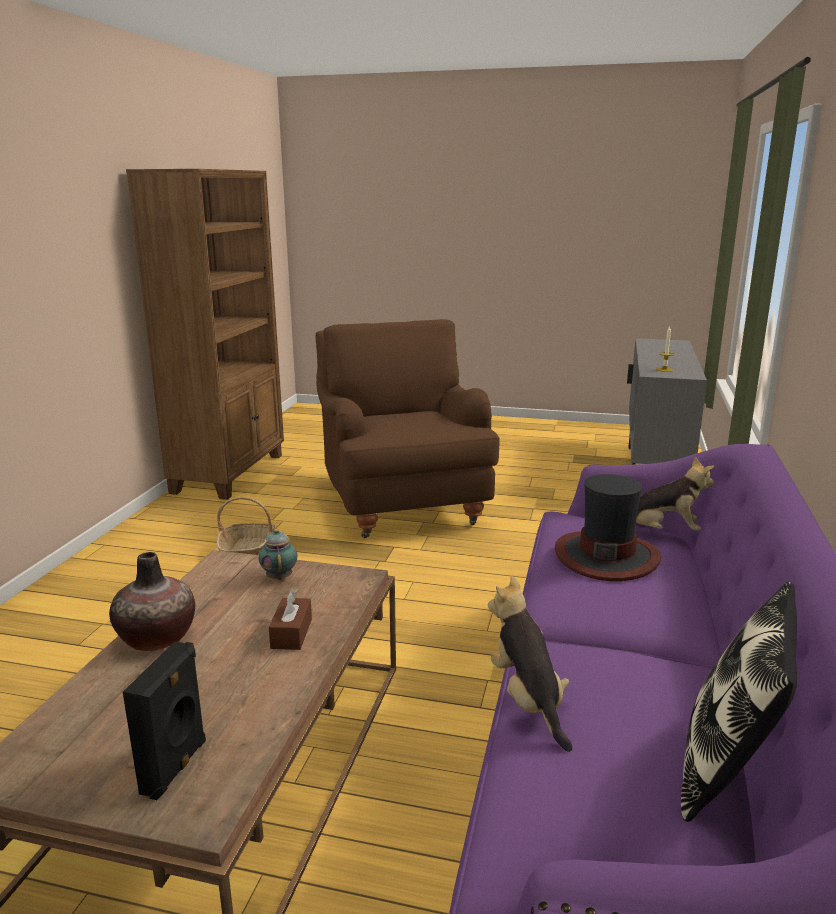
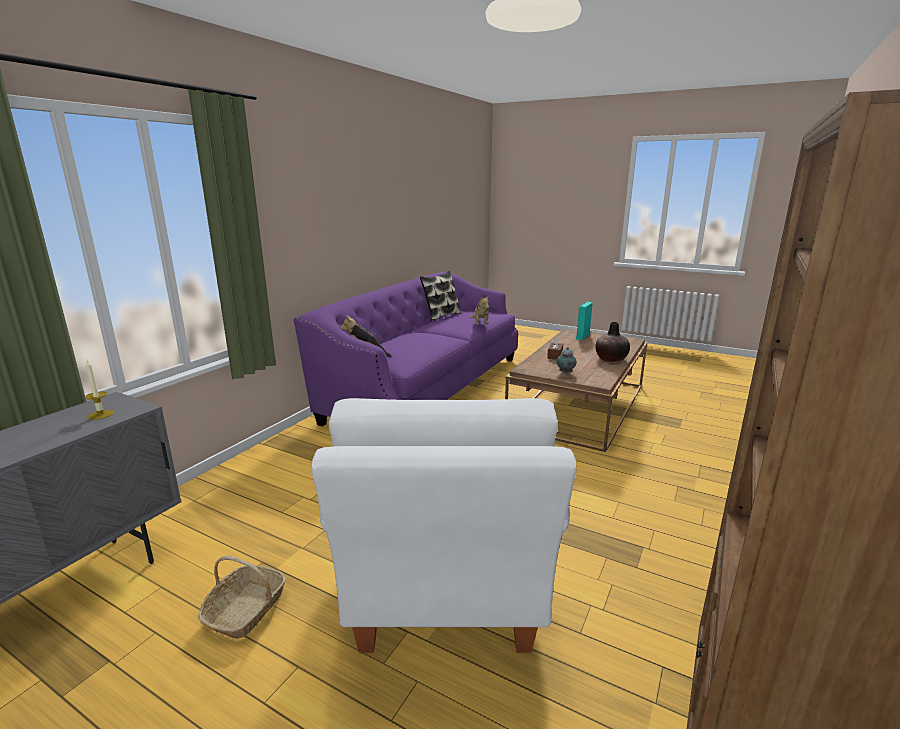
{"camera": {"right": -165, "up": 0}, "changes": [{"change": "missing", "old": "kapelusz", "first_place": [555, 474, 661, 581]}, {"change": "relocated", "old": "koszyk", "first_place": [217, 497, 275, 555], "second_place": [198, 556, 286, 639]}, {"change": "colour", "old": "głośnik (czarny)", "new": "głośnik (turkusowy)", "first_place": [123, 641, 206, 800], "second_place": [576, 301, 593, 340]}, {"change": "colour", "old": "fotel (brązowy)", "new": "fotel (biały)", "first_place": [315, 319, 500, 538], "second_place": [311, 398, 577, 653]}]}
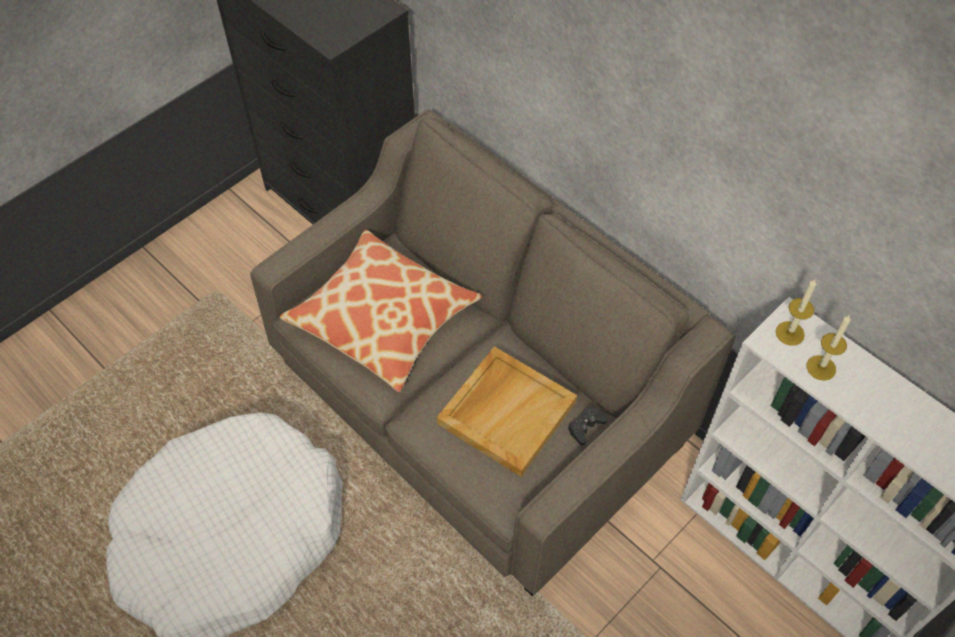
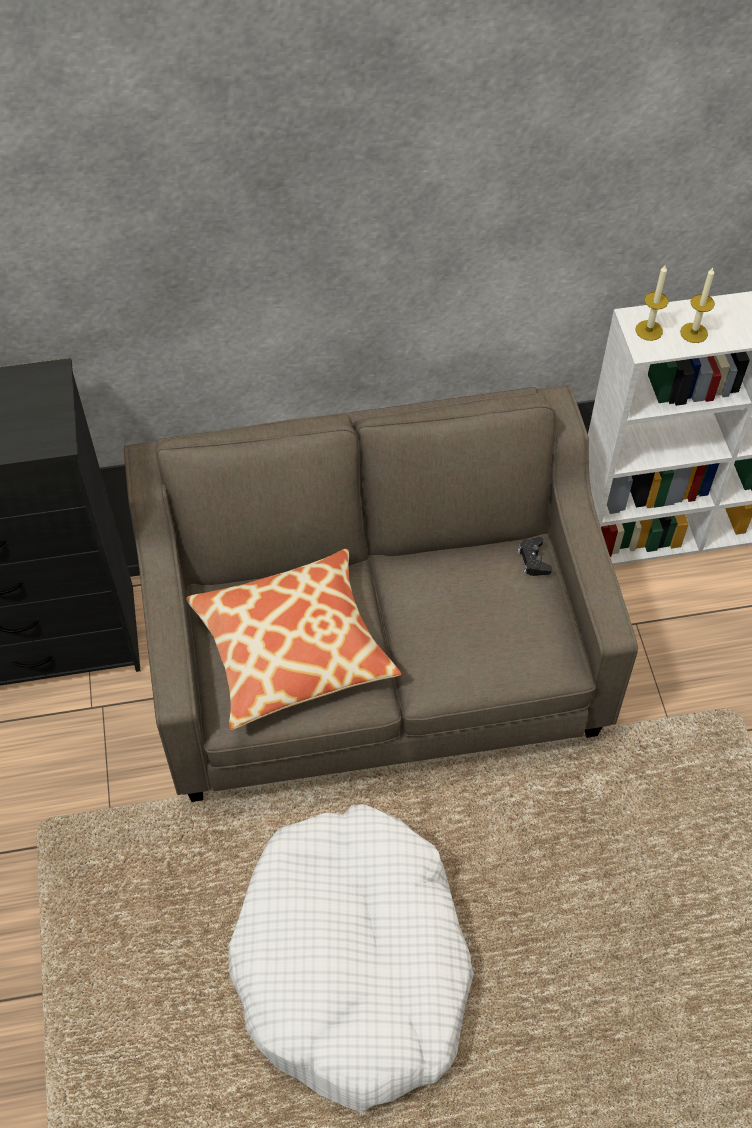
{"camera": {"right": -55, "up": 0}, "changes": [{"change": "missing", "old": "taca (beżowy)", "first_place": [437, 347, 577, 477]}]}
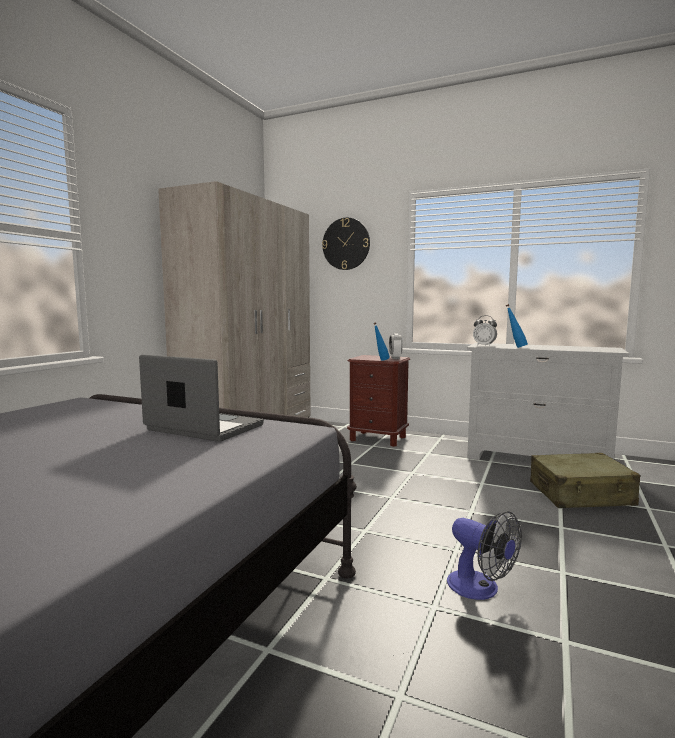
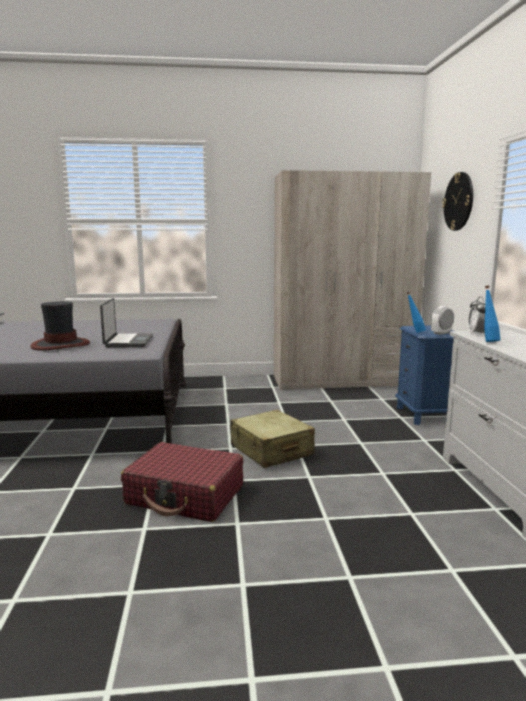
{"camera": {"right": 60, "up": 5}, "changes": [{"change": "appeared", "new": "kapelusz", "second_place": [30, 301, 90, 350]}, {"change": "relocated", "old": "walizka (beżowy)", "first_place": [530, 453, 640, 508], "second_place": [230, 410, 315, 468]}, {"change": "exchanged", "old": "wentylator", "new": "walizka (czerwony)", "first_place": [447, 511, 522, 600], "second_place": [121, 442, 243, 522]}, {"change": "colour", "old": "szafka nocna (brązowy)", "new": "szafka nocna (niebieski)", "first_place": [347, 355, 410, 447], "second_place": [395, 326, 454, 425]}]}
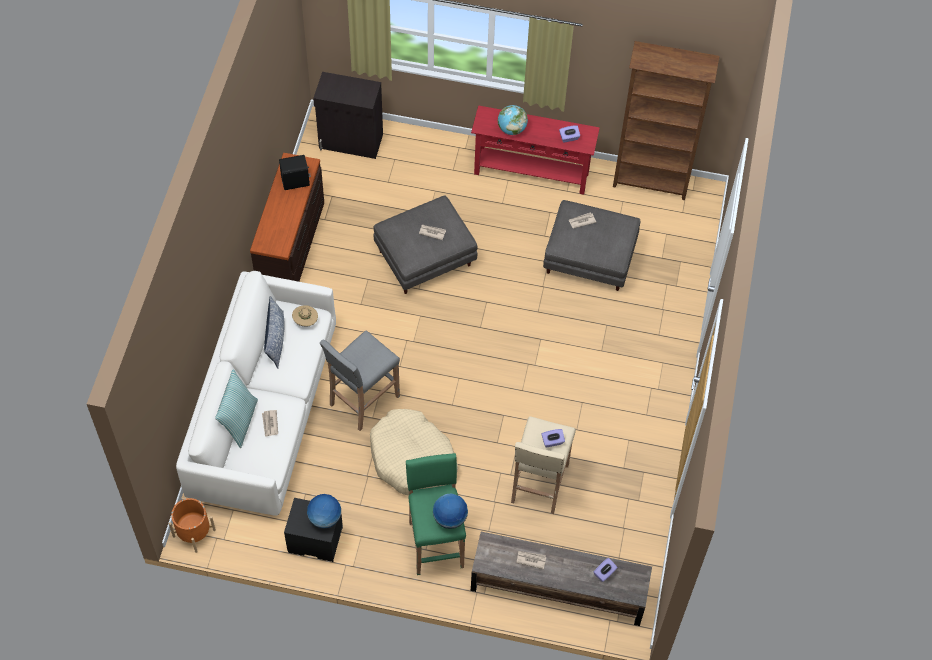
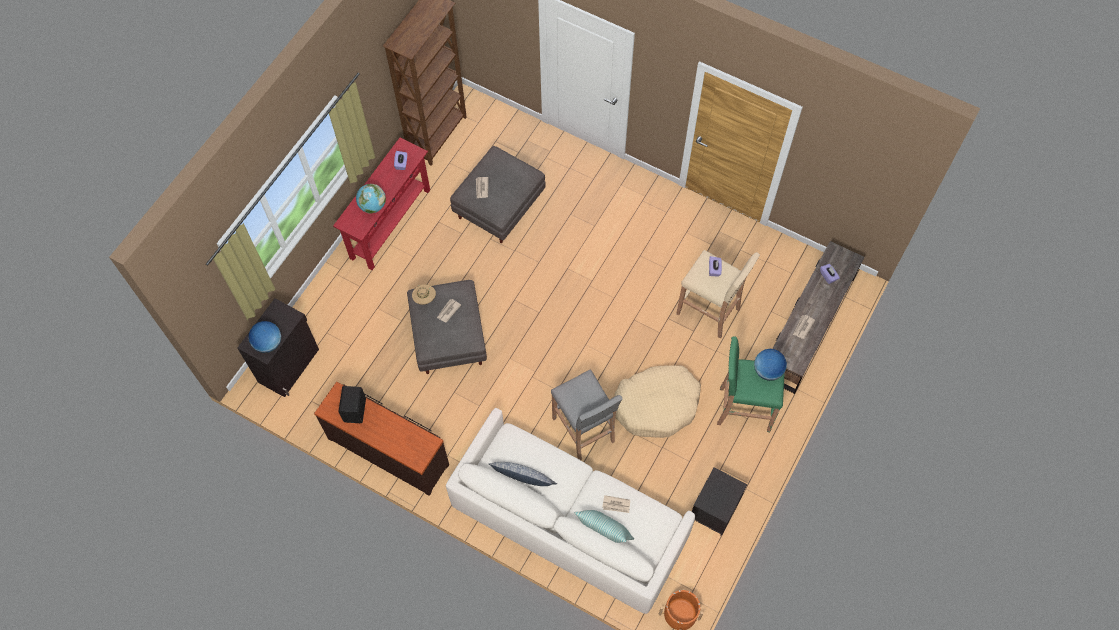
{"camera": {"right": -70, "up": 5}, "changes": [{"change": "relocated", "old": "kapelusz (beżowy)", "first_place": [292, 305, 318, 326], "second_place": [412, 284, 436, 305]}, {"change": "relocated", "old": "globus", "first_place": [307, 494, 341, 529], "second_place": [249, 321, 281, 353]}]}
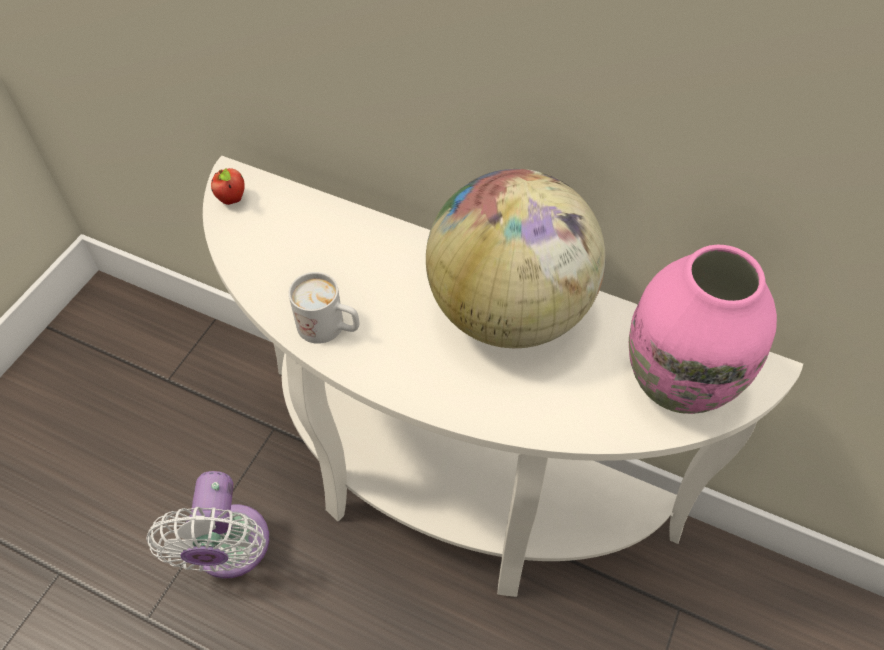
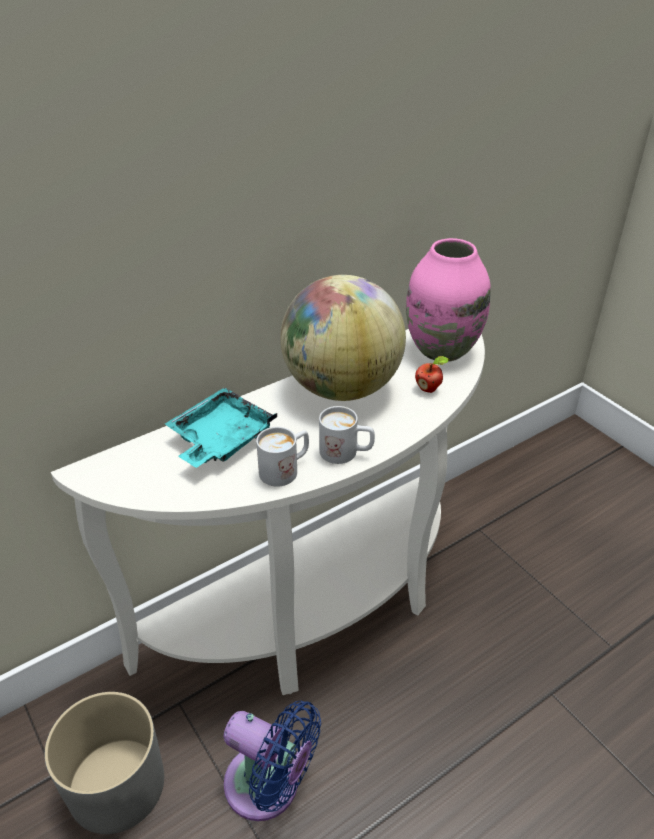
{"camera": {"right": -60, "up": -15}, "changes": [{"change": "appeared", "new": "donica (szary)", "second_place": [45, 692, 164, 834]}, {"change": "appeared", "new": "taca (turkusowy)", "second_place": [165, 387, 277, 468]}, {"change": "appeared", "new": "kubek (biały)", "second_place": [319, 406, 375, 464]}, {"change": "relocated", "old": "jabłko", "first_place": [211, 168, 245, 205], "second_place": [415, 356, 449, 393]}, {"change": "colour", "old": "wentylator (biały)", "new": "wentylator (niebieski)", "first_place": [146, 471, 269, 578], "second_place": [224, 700, 321, 821]}]}
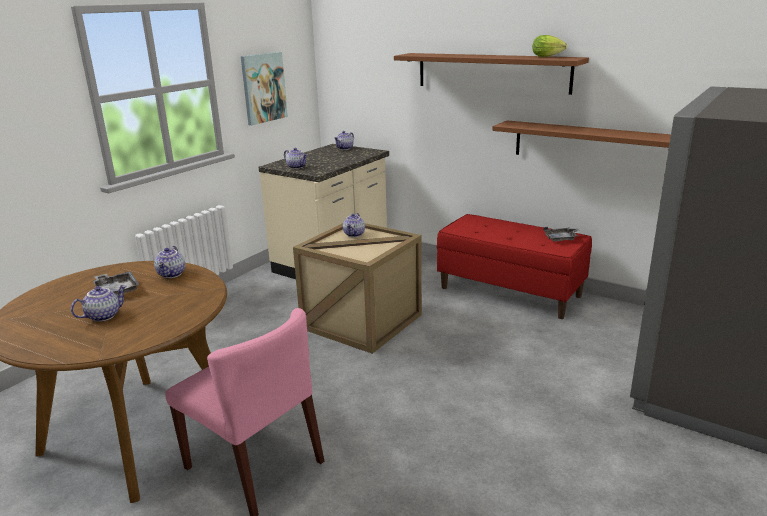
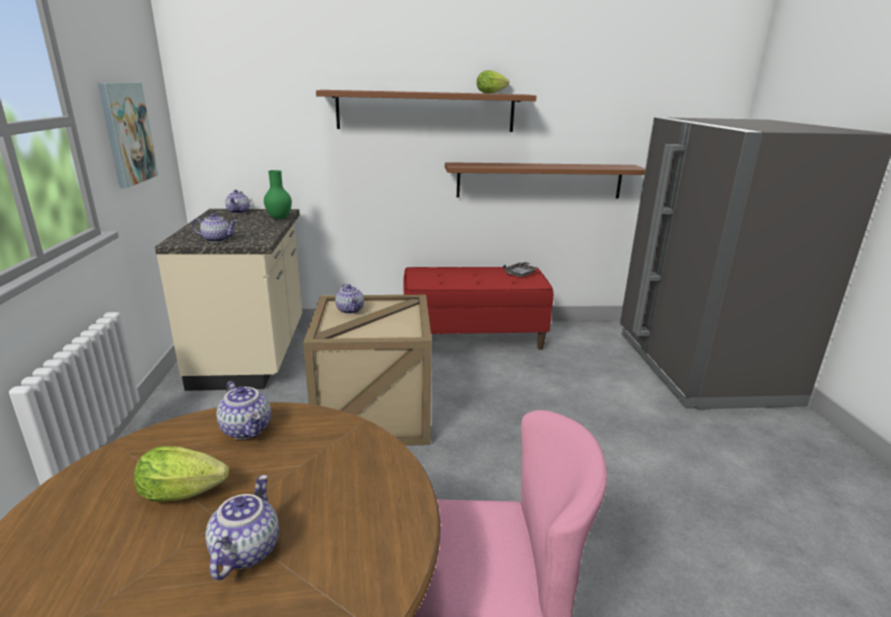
{"camera": {"right": -40, "up": 0}, "changes": [{"change": "appeared", "new": "wazon (zielony)", "second_place": [264, 170, 292, 220]}, {"change": "exchanged", "old": "taca (szary)", "new": "sałata", "first_place": [93, 271, 139, 294], "second_place": [134, 446, 229, 502]}]}
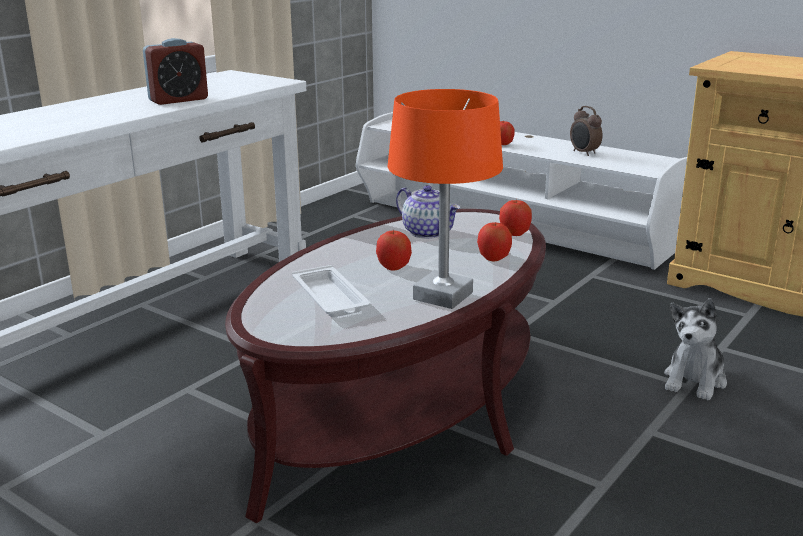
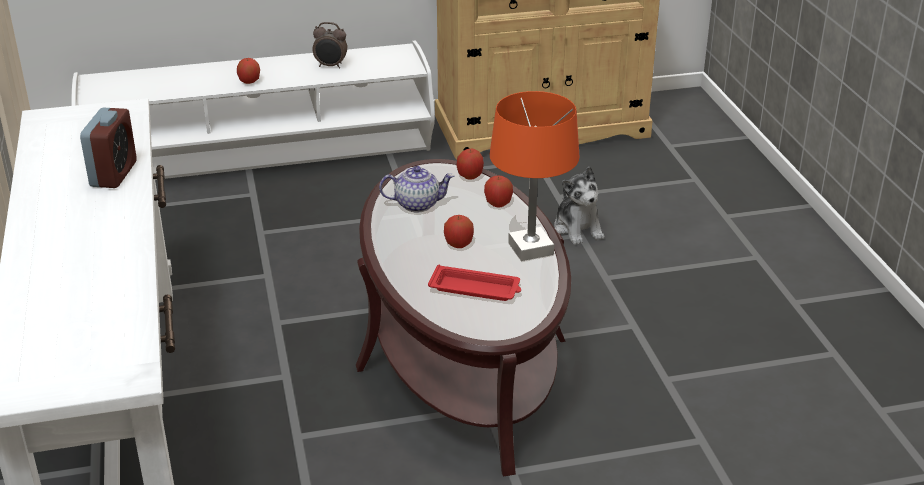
{"camera": {"right": -50, "up": 10}, "changes": [{"change": "colour", "old": "taca (biały)", "new": "taca (czerwony)", "first_place": [292, 265, 370, 317], "second_place": [428, 265, 521, 301]}]}
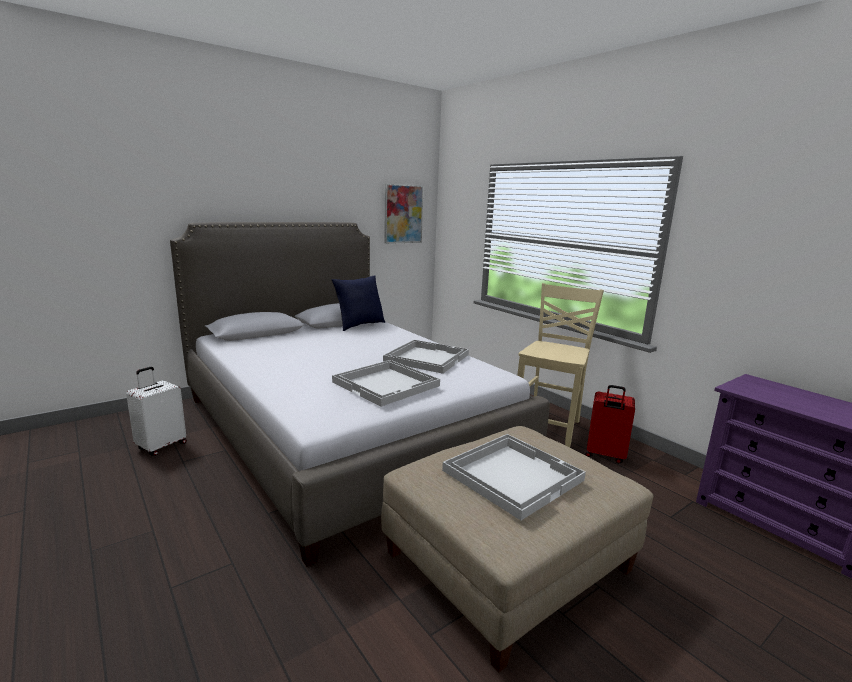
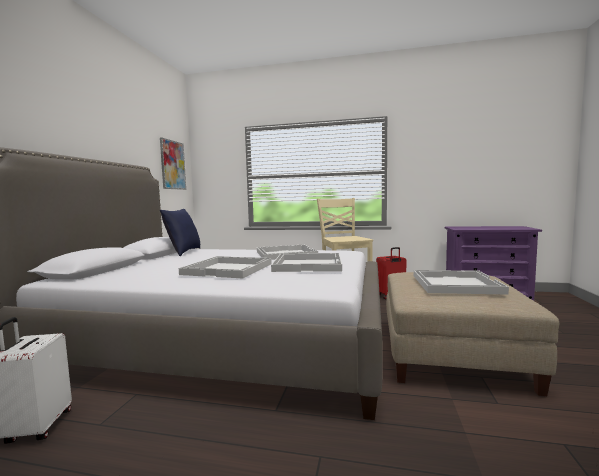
{"camera": {"right": -40, "up": -10}, "changes": [{"change": "appeared", "new": "taca (biały)", "second_place": [179, 256, 272, 278]}]}
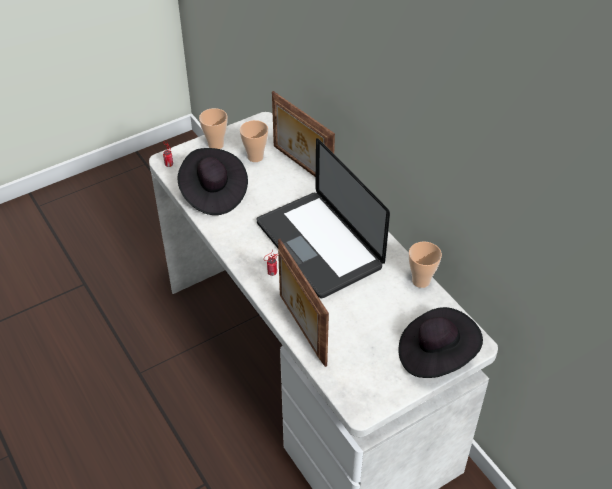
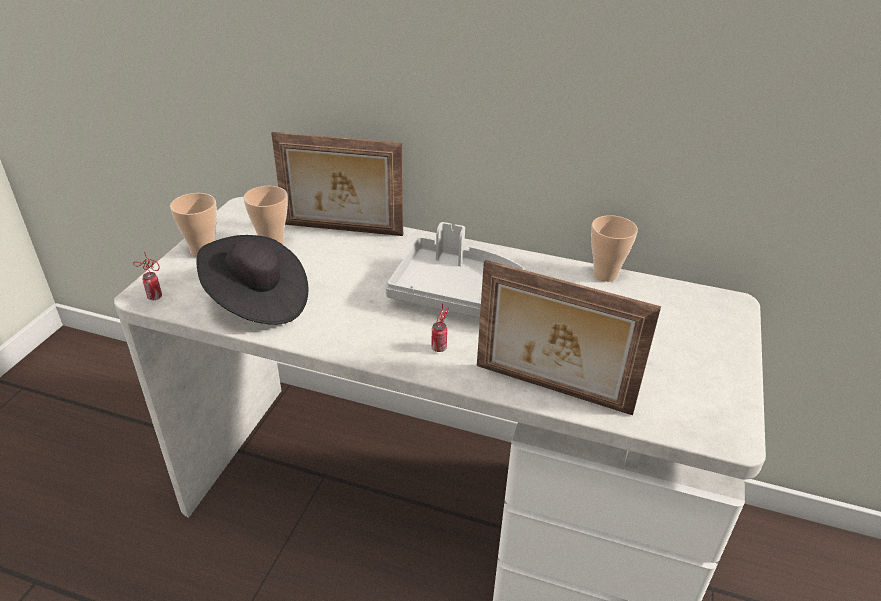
{"camera": {"right": -40, "up": -10}, "changes": [{"change": "missing", "old": "kapelusz (czarny)", "first_place": [398, 307, 483, 378]}, {"change": "exchanged", "old": "laptop", "new": "taca (szary)", "first_place": [257, 138, 390, 298], "second_place": [385, 222, 525, 318]}]}
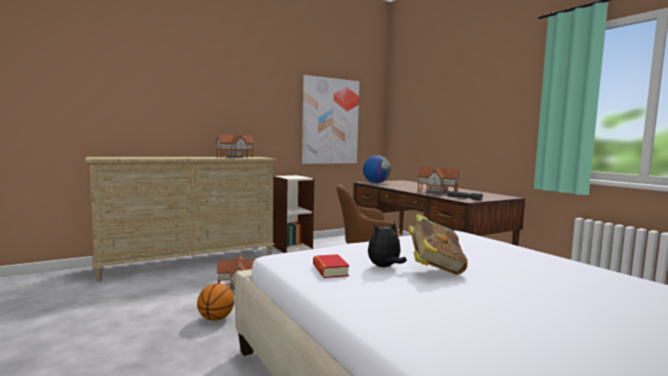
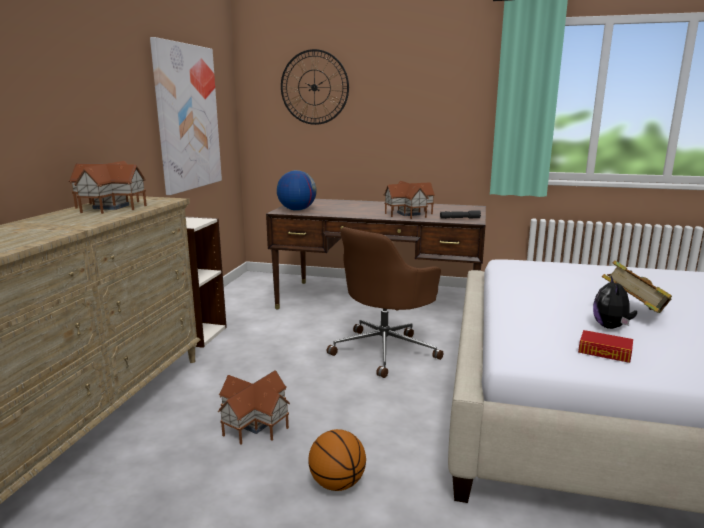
{"camera": {"right": -45, "up": 10}, "changes": [{"change": "appeared", "new": "zegar ścienny", "second_place": [281, 49, 349, 125]}]}
